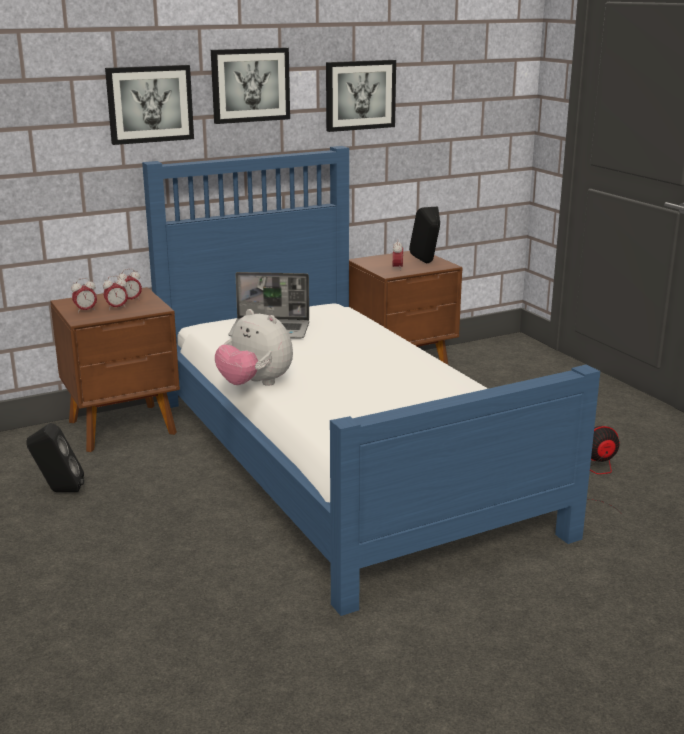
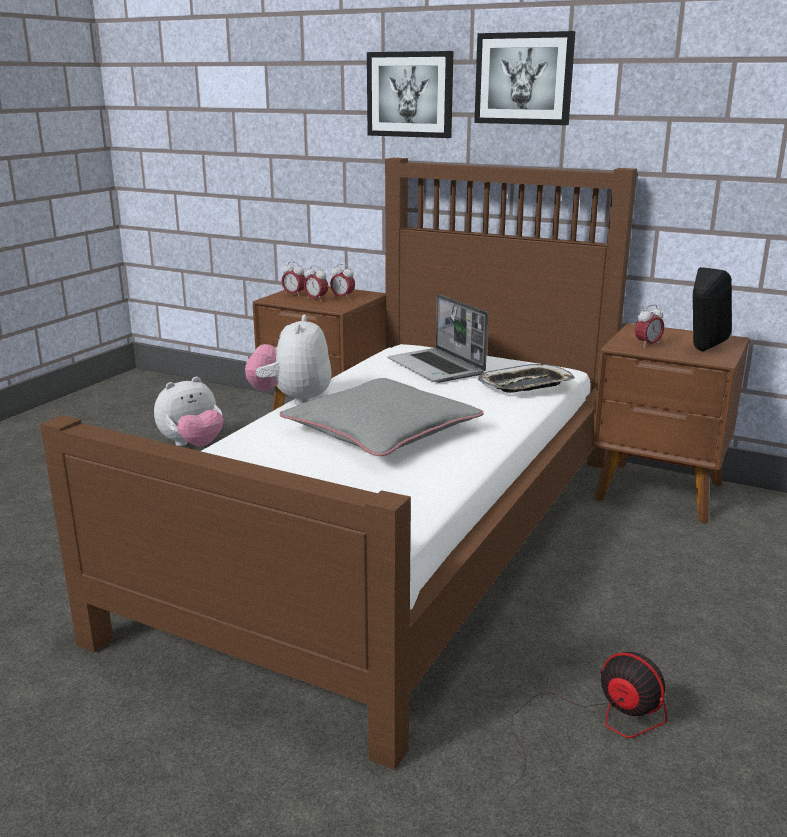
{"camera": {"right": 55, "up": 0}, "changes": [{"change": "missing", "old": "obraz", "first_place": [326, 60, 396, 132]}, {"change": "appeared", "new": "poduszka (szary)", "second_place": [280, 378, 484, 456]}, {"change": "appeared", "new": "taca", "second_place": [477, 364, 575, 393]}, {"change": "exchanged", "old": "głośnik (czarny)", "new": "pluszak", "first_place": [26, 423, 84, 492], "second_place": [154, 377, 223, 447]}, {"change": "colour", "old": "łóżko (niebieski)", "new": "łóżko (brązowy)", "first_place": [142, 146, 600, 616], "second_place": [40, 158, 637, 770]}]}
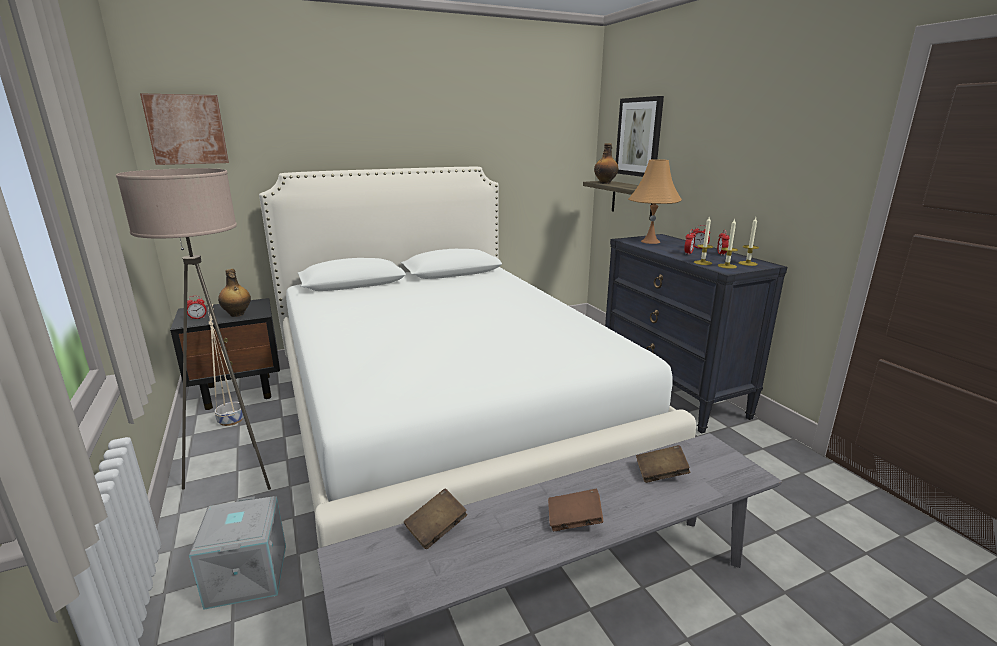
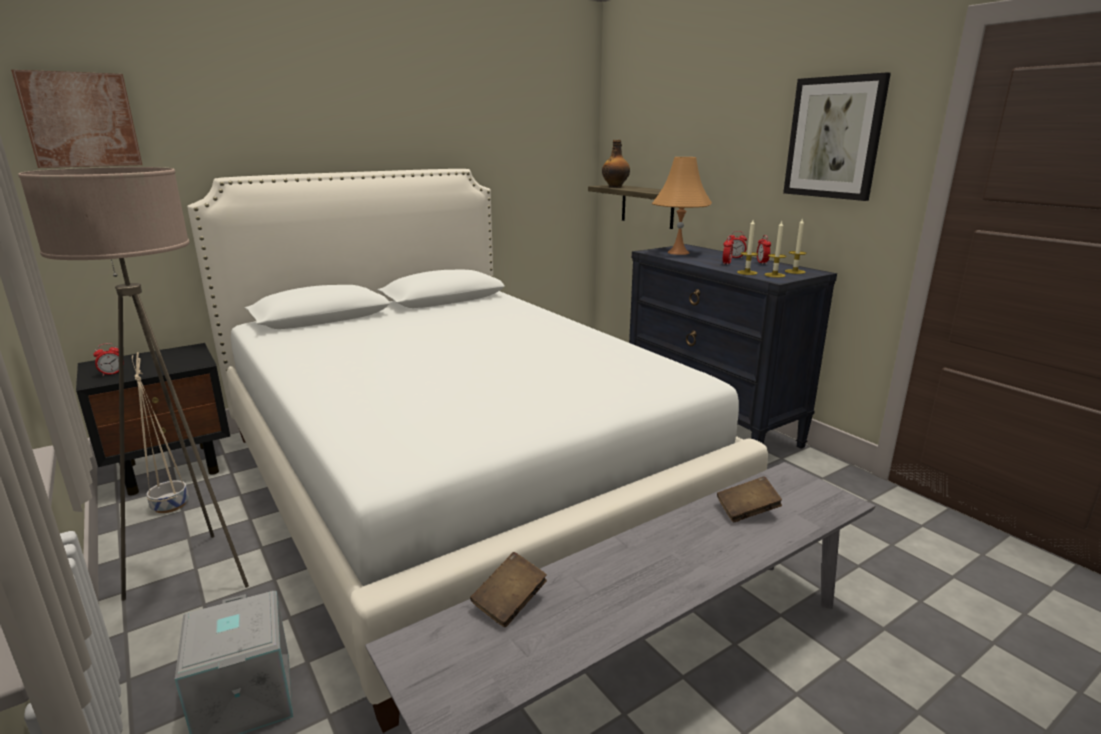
{"camera": {"right": -10, "up": 0}, "changes": [{"change": "missing", "old": "butelka", "first_place": [218, 269, 251, 317]}, {"change": "missing", "old": "książka (brązowy)", "first_place": [548, 489, 604, 531]}, {"change": "relocated", "old": "obraz", "first_place": [616, 96, 664, 177], "second_place": [783, 72, 891, 201]}]}
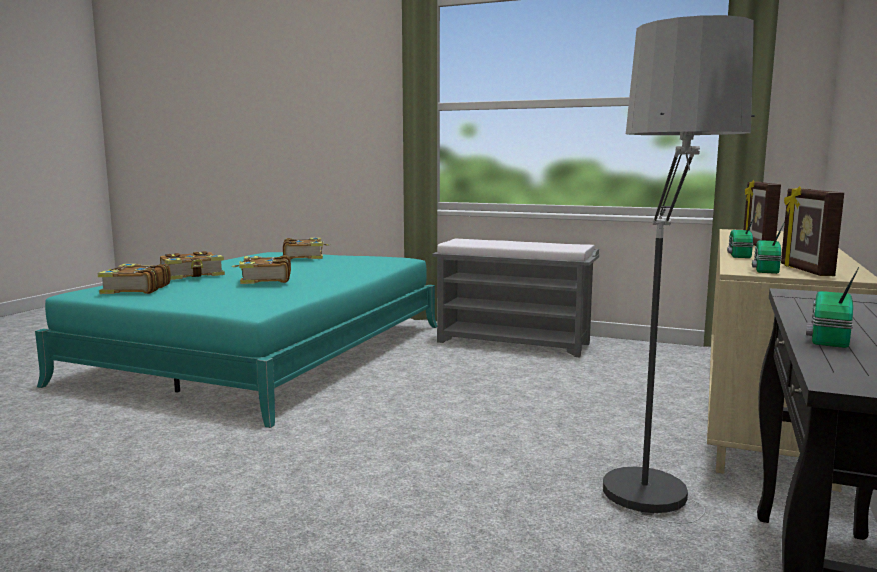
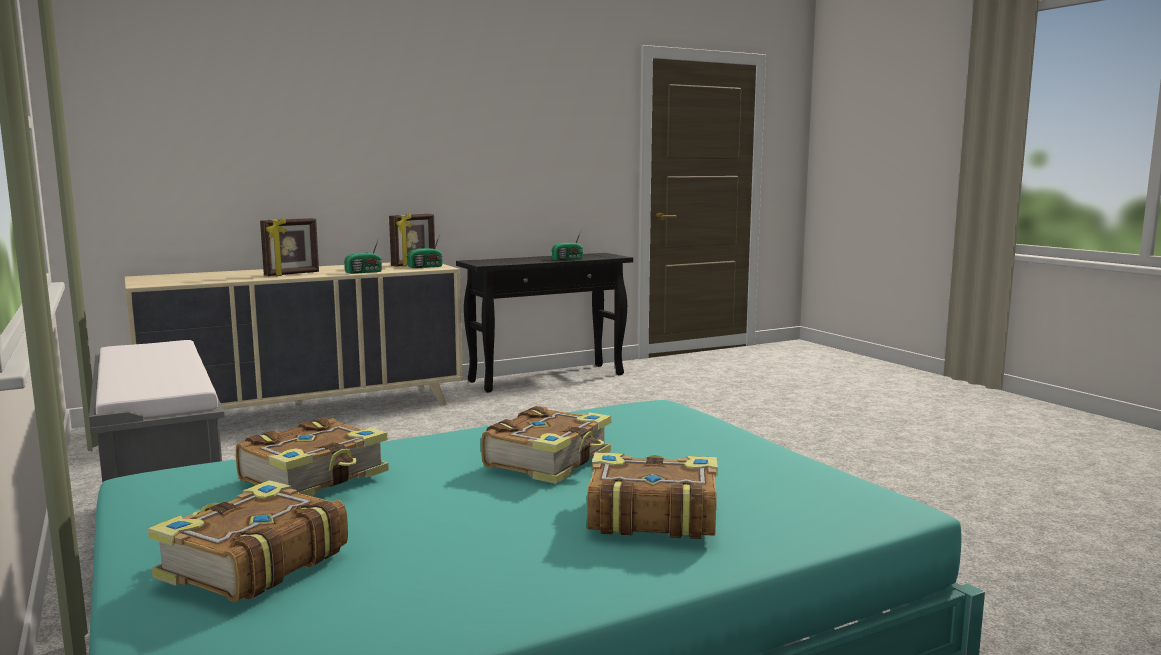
{"camera": {"right": -140, "up": 0}, "changes": [{"change": "missing", "old": "lampa stojąca", "first_place": [603, 15, 755, 523]}, {"change": "relocated", "old": "książka", "first_place": [98, 263, 171, 294], "second_place": [236, 418, 389, 496]}]}
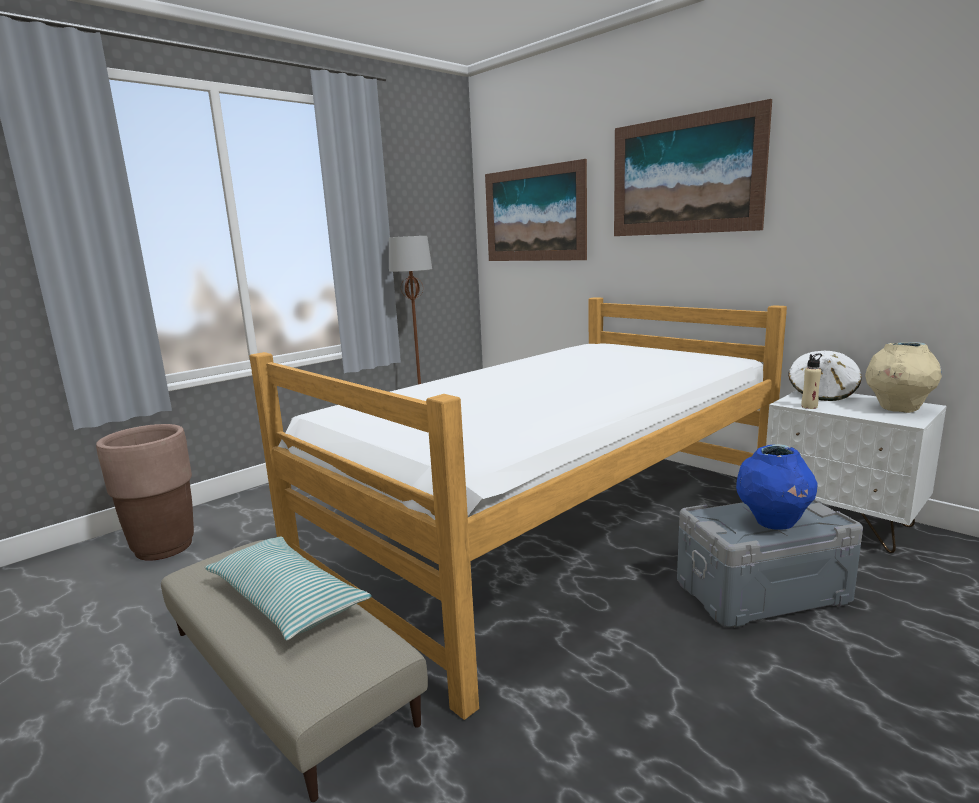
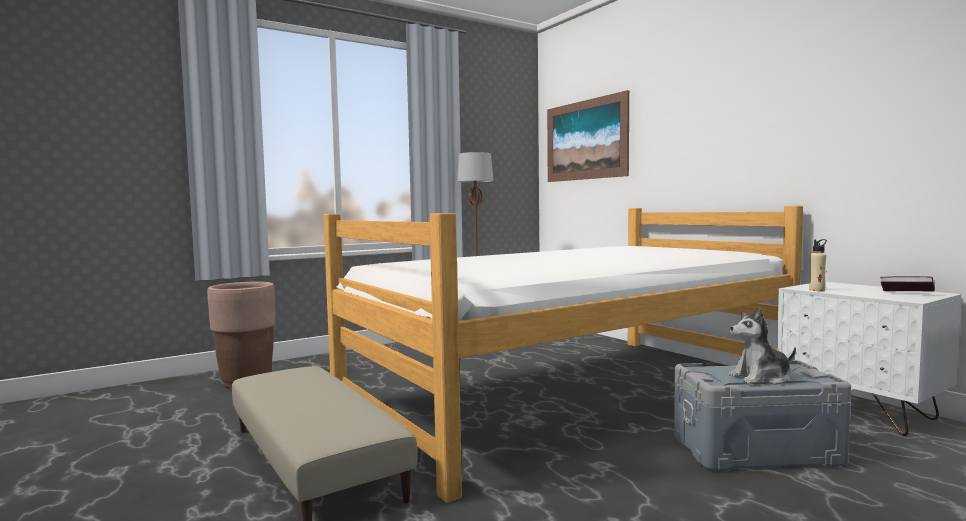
{"camera": {"right": 10, "up": -10}, "changes": [{"change": "missing", "old": "poduszka", "first_place": [205, 536, 372, 640]}, {"change": "missing", "old": "obraz", "first_place": [614, 99, 772, 236]}, {"change": "missing", "old": "kapelusz (biały)", "first_place": [788, 351, 861, 401]}, {"change": "exchanged", "old": "wazon (niebieski)", "new": "pluszak", "first_place": [736, 444, 818, 530], "second_place": [729, 307, 796, 385]}, {"change": "exchanged", "old": "wazon (beżowy)", "new": "książka", "first_place": [865, 342, 942, 413], "second_place": [881, 276, 935, 291]}]}
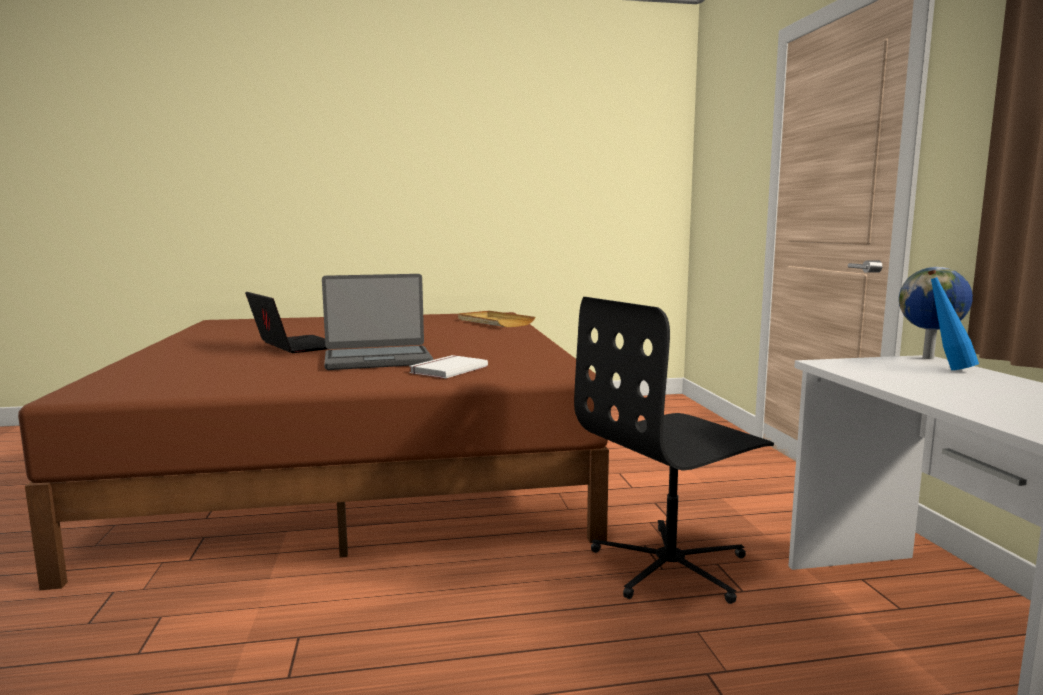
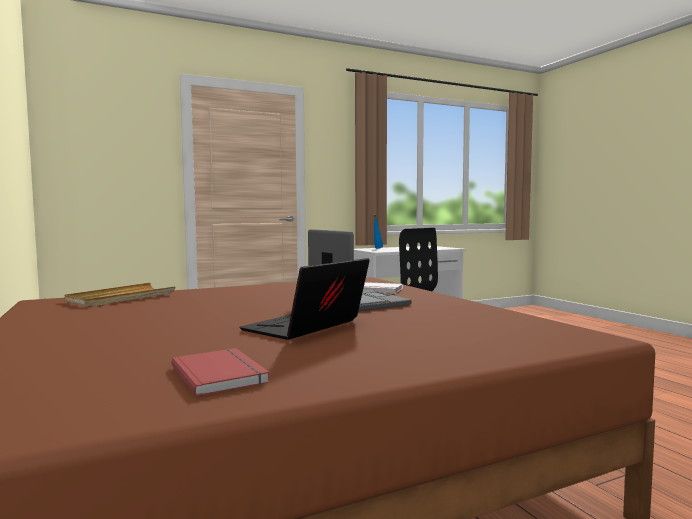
{"camera": {"right": -105, "up": -5}, "changes": [{"change": "missing", "old": "globus", "first_place": [899, 267, 973, 359]}, {"change": "appeared", "new": "książka (czerwony)", "second_place": [172, 348, 270, 397]}]}
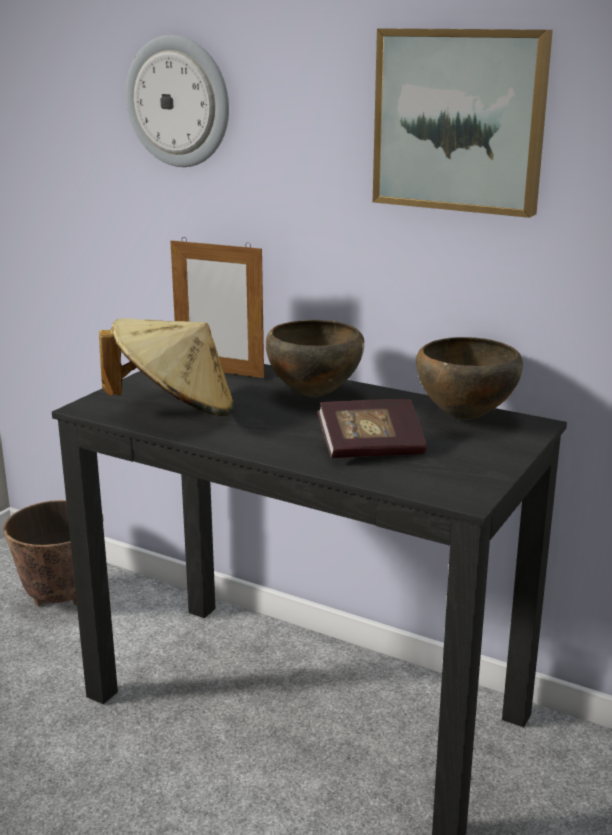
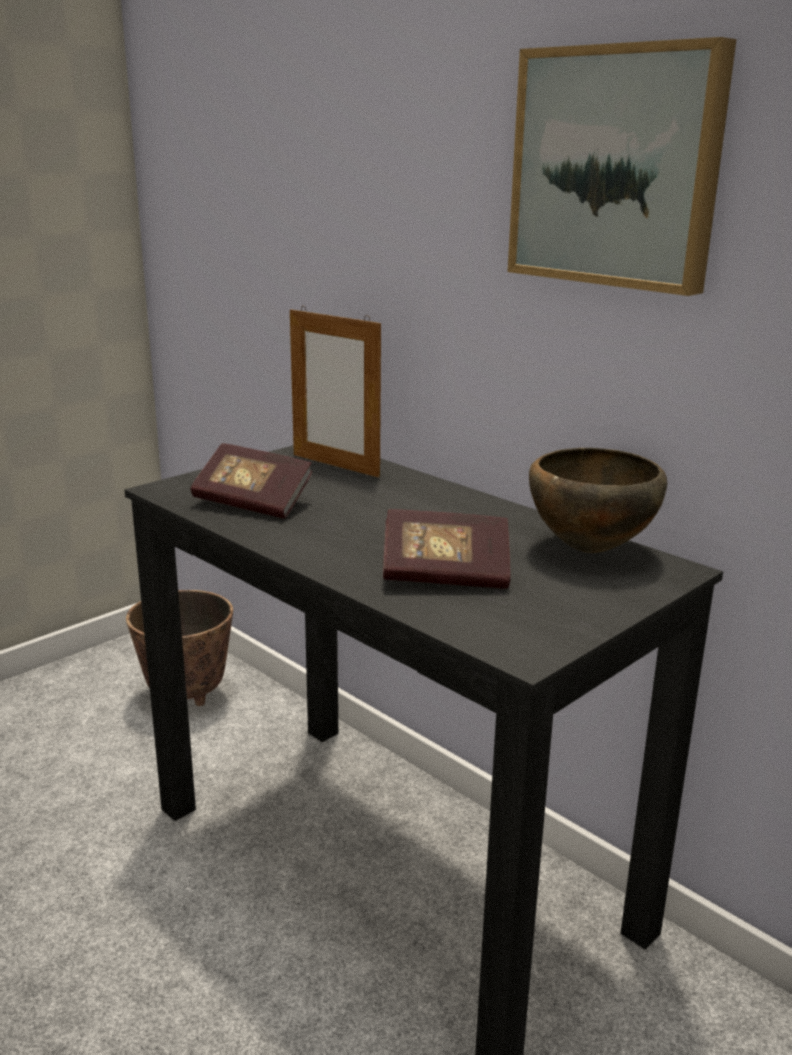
{"camera": {"right": 15, "up": 0}, "changes": [{"change": "missing", "old": "zegar ścienny", "first_place": [126, 35, 229, 167]}, {"change": "missing", "old": "miska (brązowy)", "first_place": [266, 320, 364, 397]}, {"change": "exchanged", "old": "kapelusz (beżowy)", "new": "książka", "first_place": [99, 318, 234, 416], "second_place": [191, 443, 313, 519]}]}
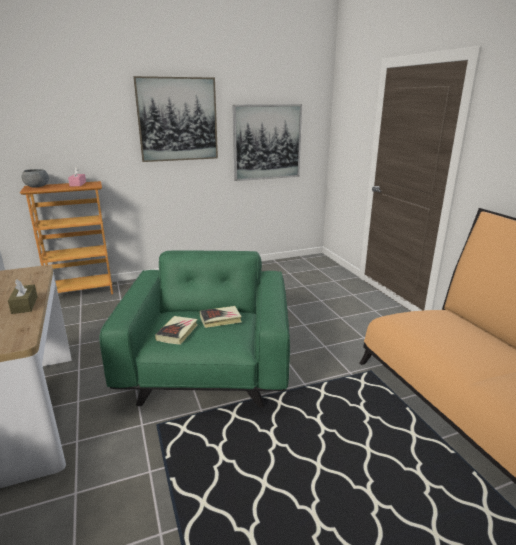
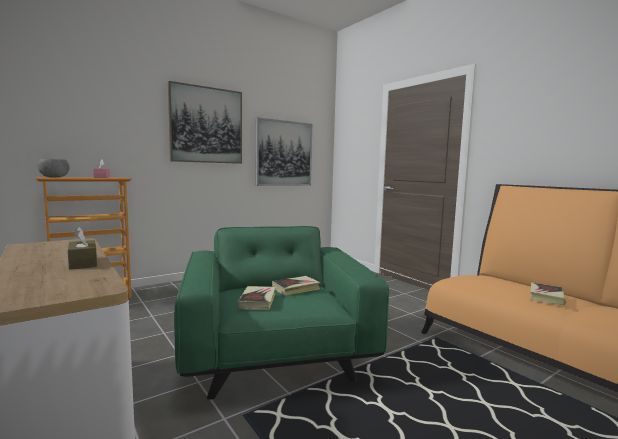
{"camera": {"right": -15, "up": -15}, "changes": [{"change": "appeared", "new": "książka", "second_place": [531, 282, 566, 306]}]}
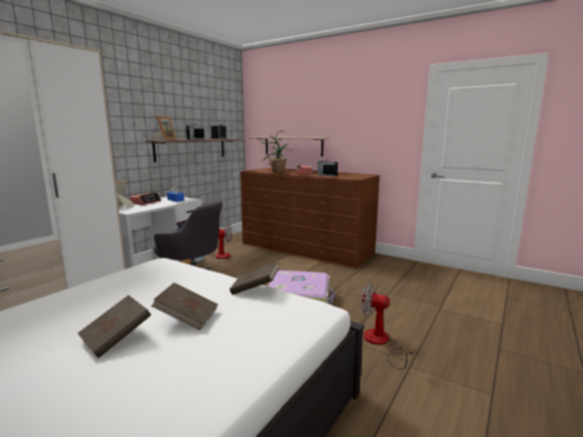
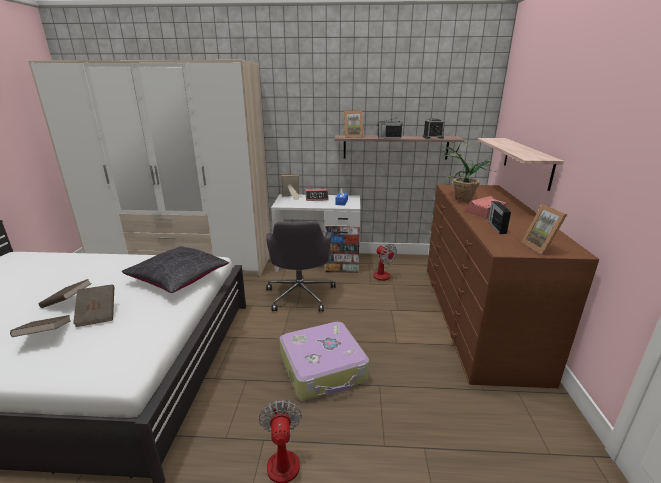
{"camera": {"right": 60, "up": 10}, "changes": [{"change": "appeared", "new": "poduszka (czarny)", "second_place": [122, 246, 229, 293]}, {"change": "appeared", "new": "ramka na zdjęcie", "second_place": [522, 204, 567, 255]}, {"change": "relocated", "old": "książka (brązowy)", "first_place": [230, 262, 279, 295], "second_place": [10, 315, 71, 337]}]}
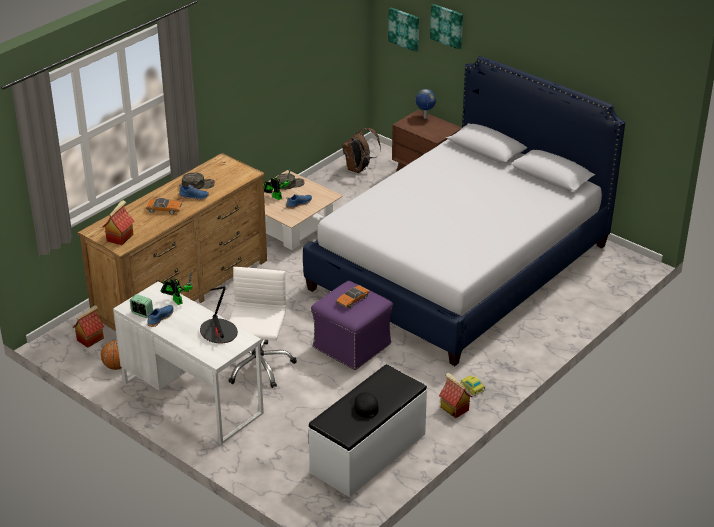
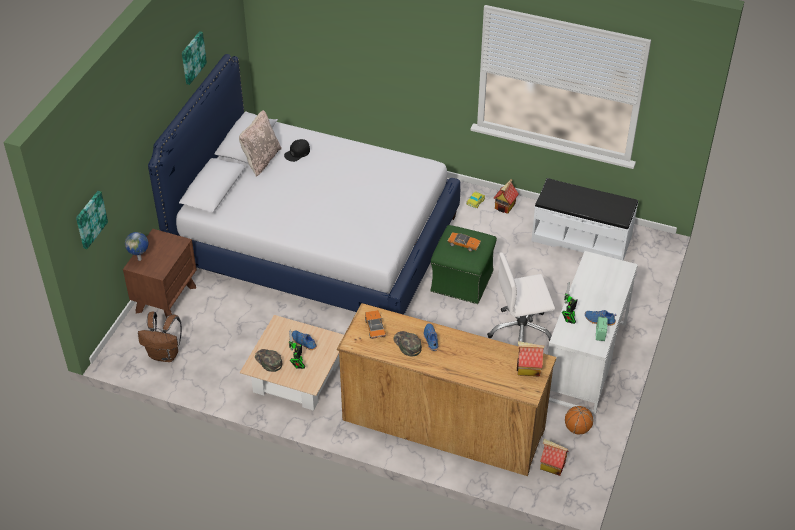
{"camera": {"right": -110, "up": 10}, "changes": [{"change": "missing", "old": "lampa stołowa", "first_place": [200, 286, 238, 344]}, {"change": "appeared", "new": "poduszka (beżowy)", "second_place": [239, 110, 282, 176]}, {"change": "relocated", "old": "samochodzik", "first_place": [146, 198, 182, 214], "second_place": [365, 310, 386, 339]}, {"change": "relocated", "old": "czapka z daszkiem (czarny)", "first_place": [350, 392, 379, 418], "second_place": [284, 139, 310, 162]}, {"change": "relocated", "old": "obraz", "first_place": [430, 4, 463, 49], "second_place": [182, 31, 207, 85]}, {"change": "colour", "old": "pufa (fioletowy)", "new": "pufa (zielony)", "first_place": [311, 281, 393, 370], "second_place": [431, 225, 497, 304]}]}
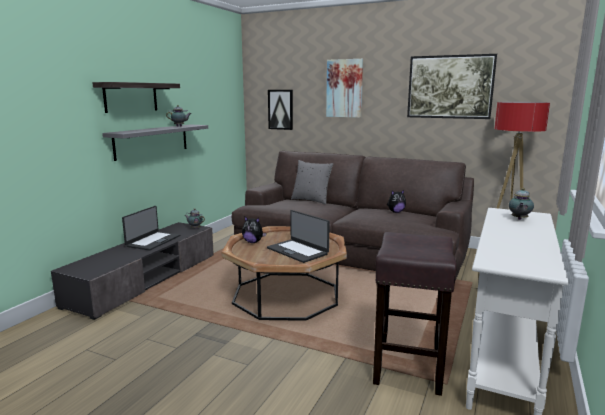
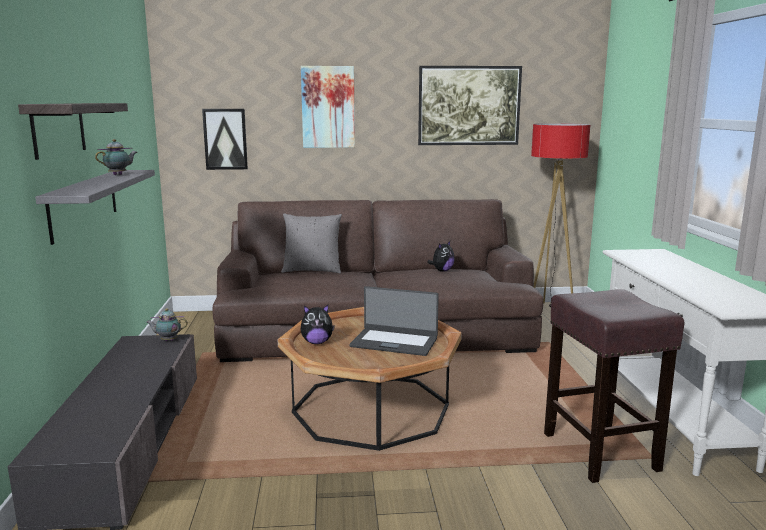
{"camera": {"right": -30, "up": 0}, "changes": [{"change": "missing", "old": "laptop", "first_place": [122, 206, 180, 251]}, {"change": "missing", "old": "imbryk", "first_place": [509, 188, 534, 220]}]}
